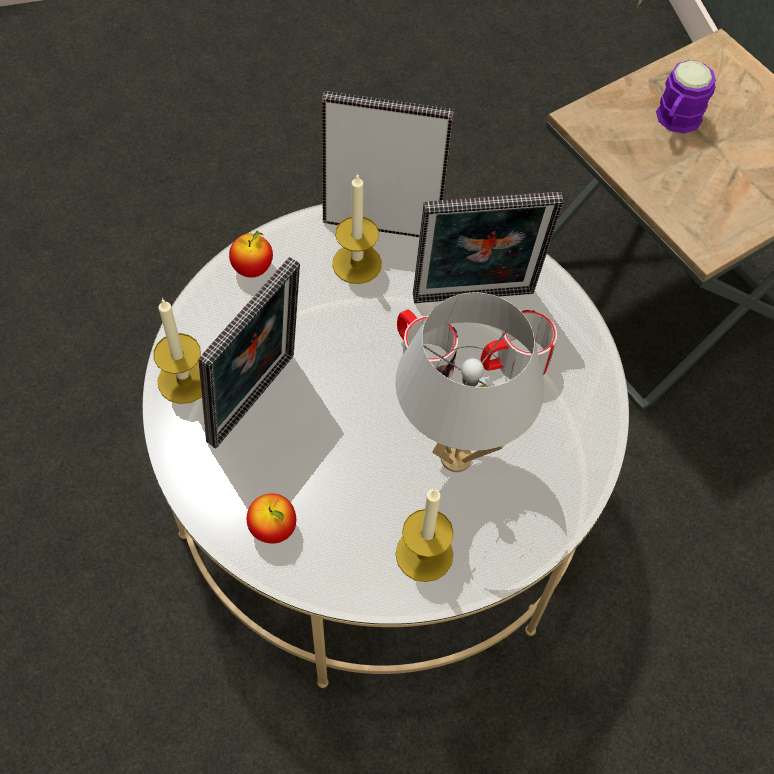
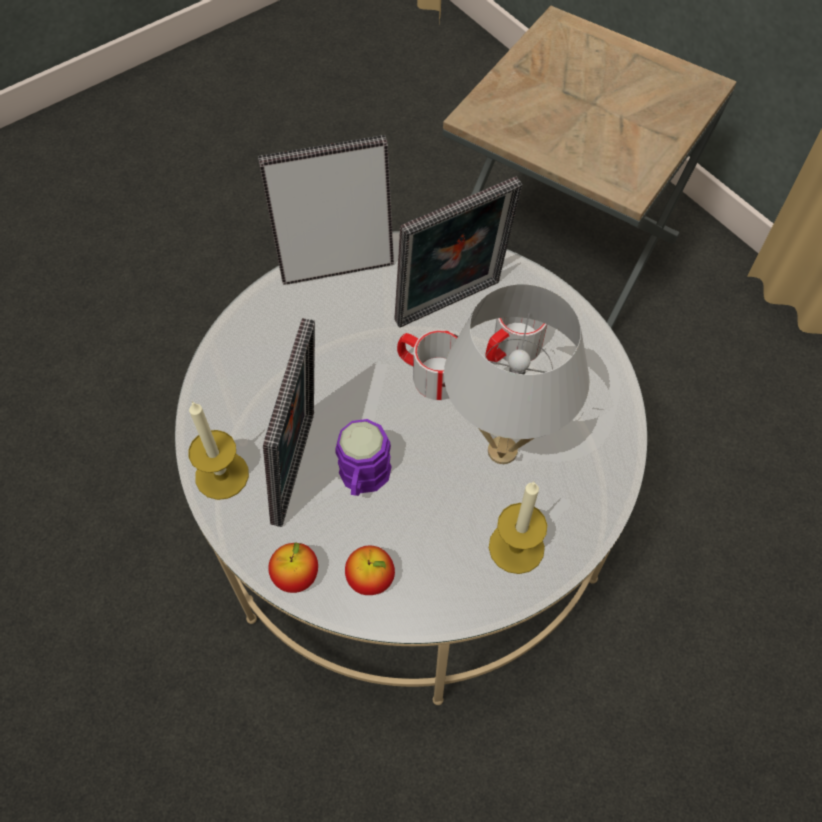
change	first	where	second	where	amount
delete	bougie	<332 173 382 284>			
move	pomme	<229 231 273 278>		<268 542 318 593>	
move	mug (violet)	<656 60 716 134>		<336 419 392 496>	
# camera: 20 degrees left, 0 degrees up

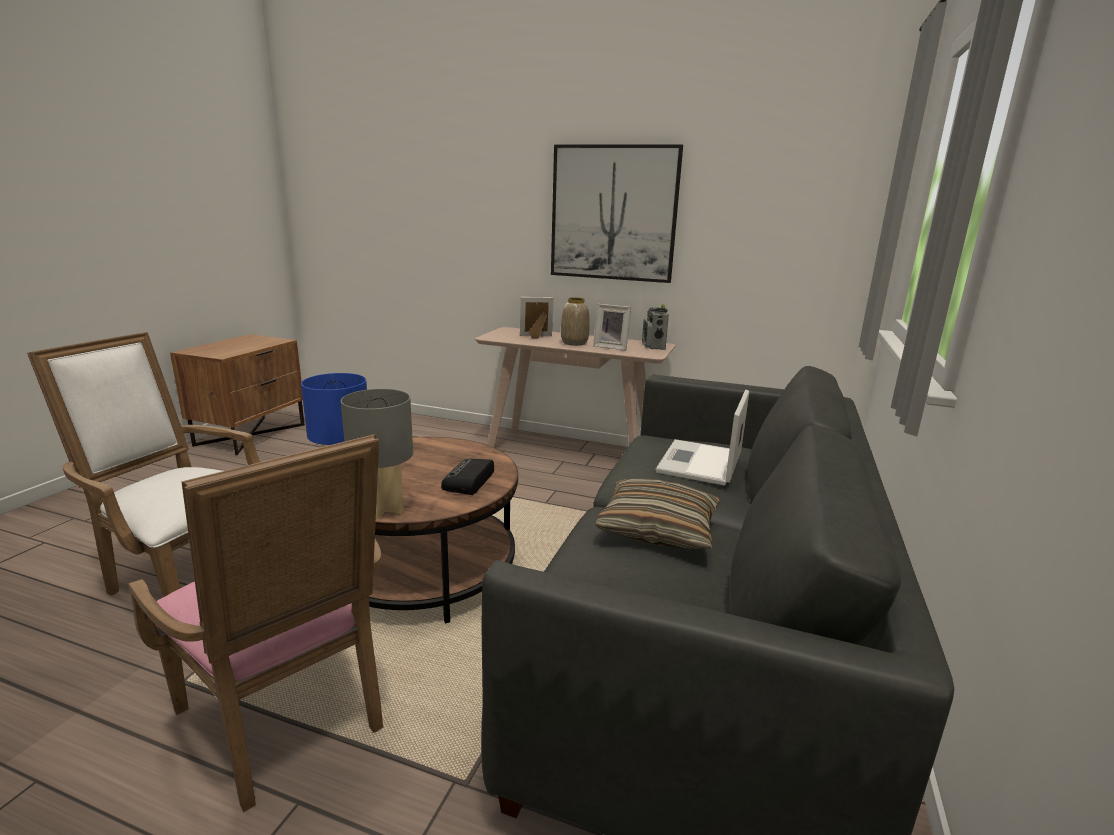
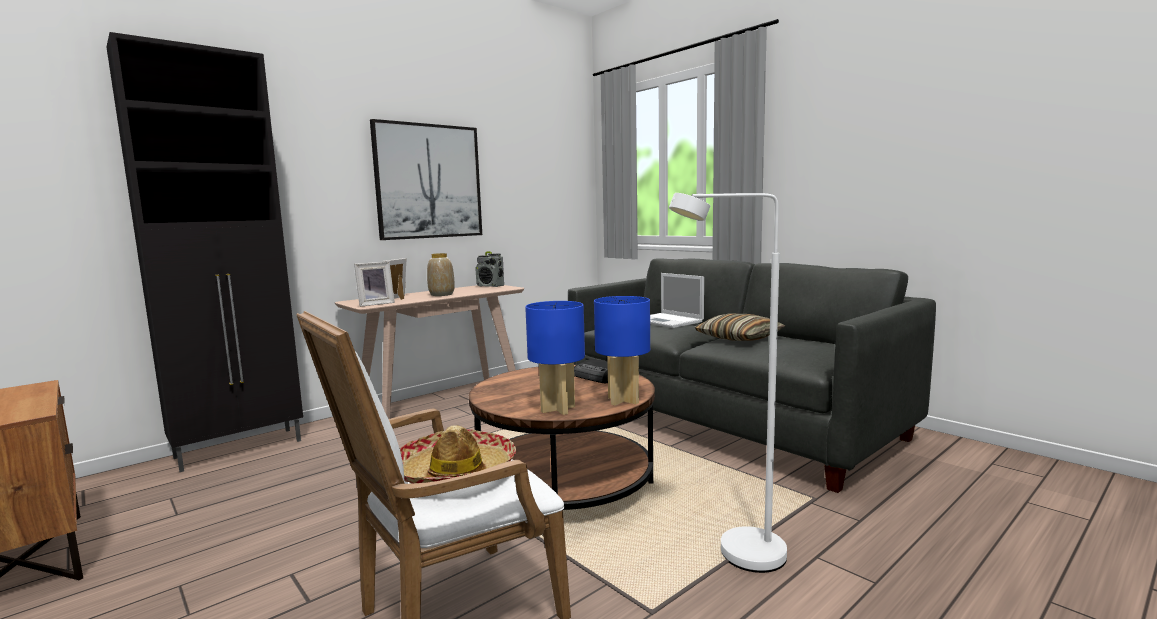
change	first	where	second	where	amount
insert			meuble de rangement (noir)	<106 32 303 472>	
insert			chapeau	<400 425 516 483>	
move	cadre photo	<593 304 631 351>		<354 261 395 307>	
replace	fauteuil (rose)	<128 434 383 812>	lampadaire (blanc)	<669 193 787 573>	
recolor	lampe de table (gris)	<341 389 413 520>	lampe de table (bleu)	<594 296 650 406>	
# camera: 60 degrees left, 10 degrees down

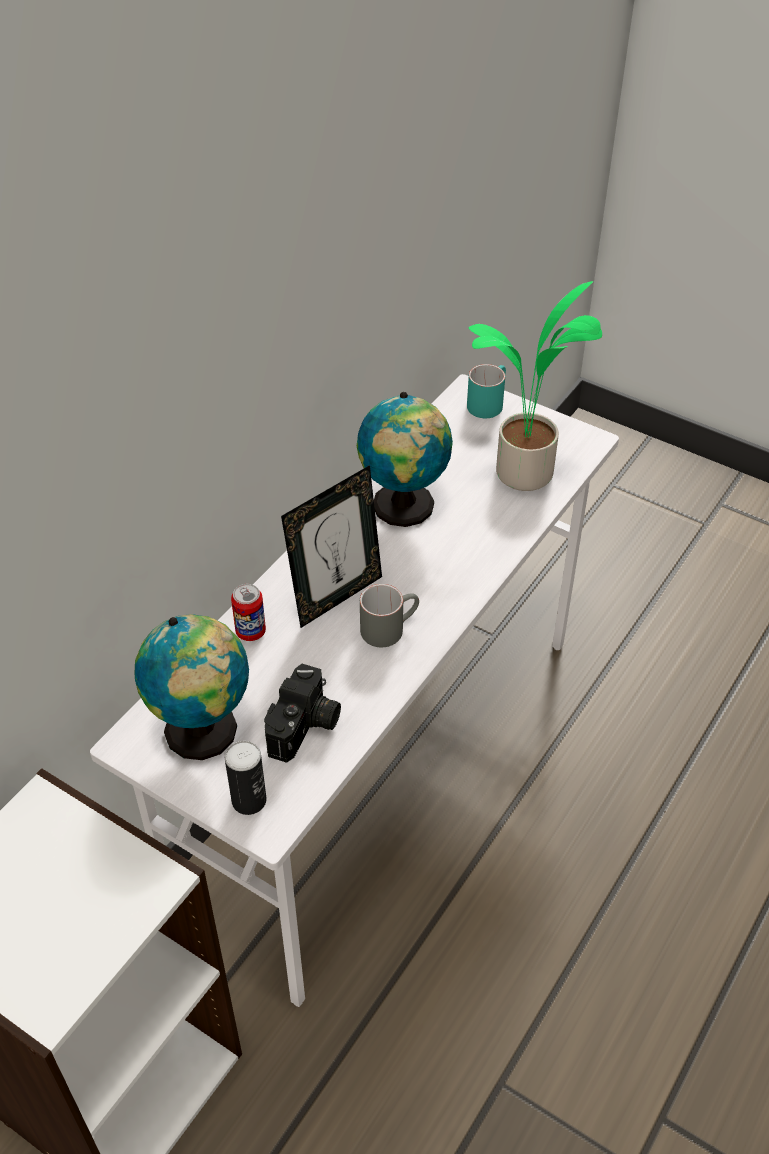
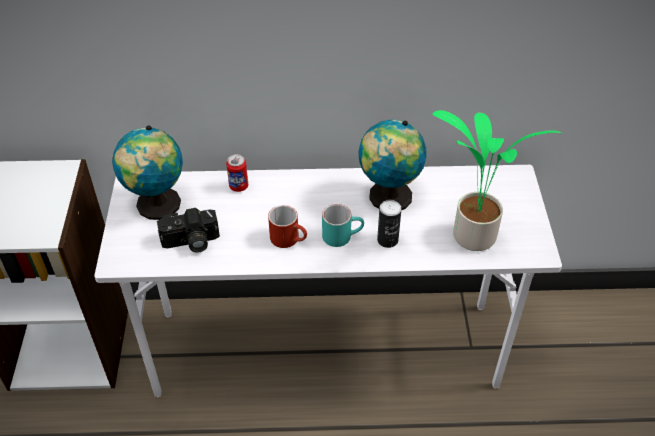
change	first	where	second	where	amount
delete	cadre photo	<281 465 382 628>			
move	boîte métallique	<225 741 267 815>		<377 200 401 248>	
move	mug (turquoise)	<467 364 506 418>		<322 204 364 247>	
recolor	mug (gris)	<360 584 419 647>	mug (rouge)	<268 205 307 248>	
# camera: 55 degrees right, 0 degrees up

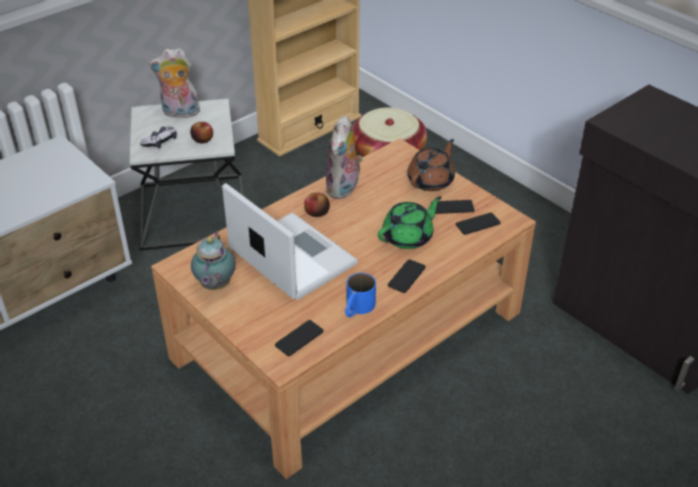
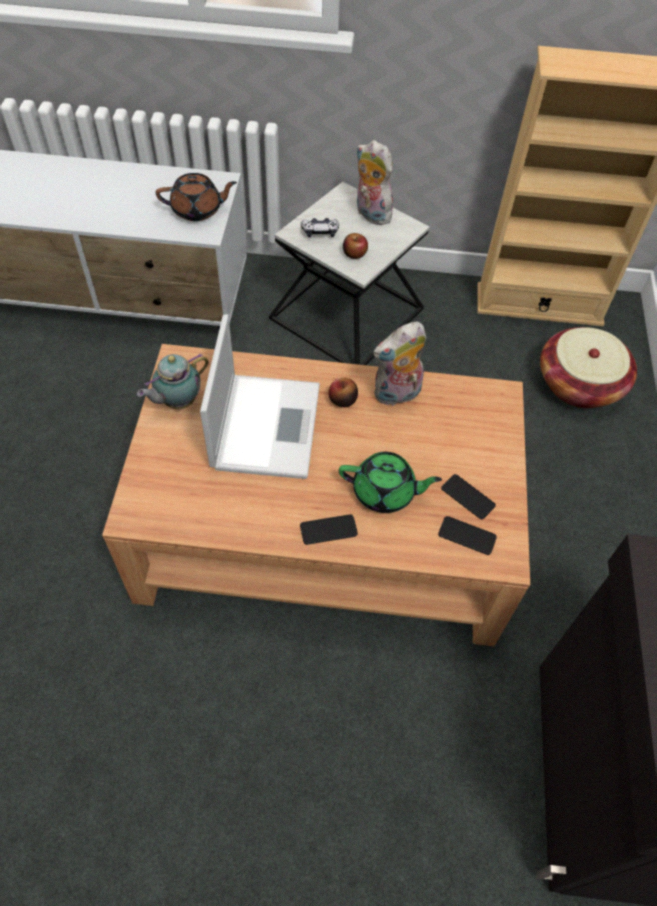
change	first	where	second	where	amount
delete	téléphone	<275 320 324 356>			
delete	mug (bleu)	<345 273 376 317>			
move	théière (marron)	<407 139 455 191>		<156 173 237 221>	
# camera: 45 degrees right, 15 degrees up

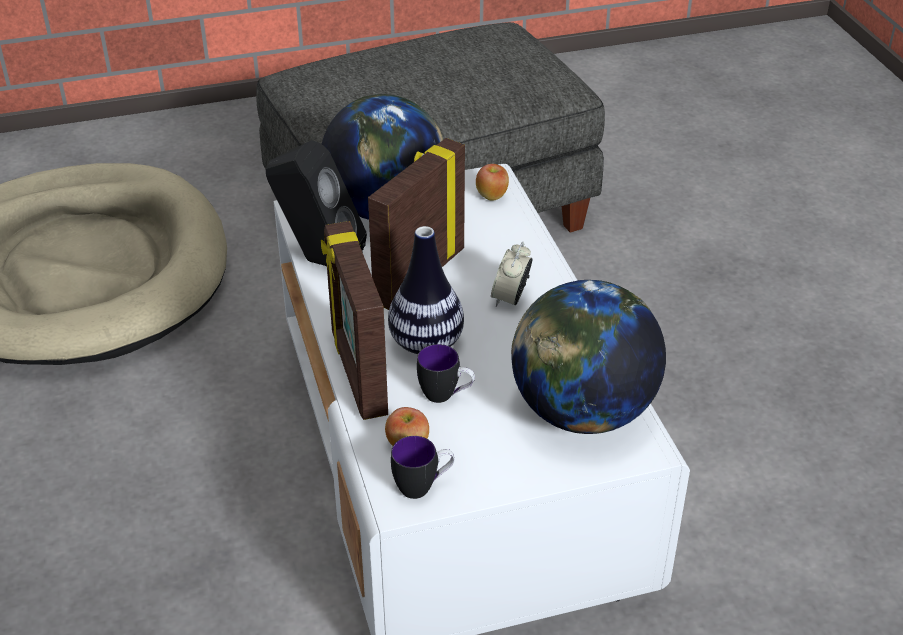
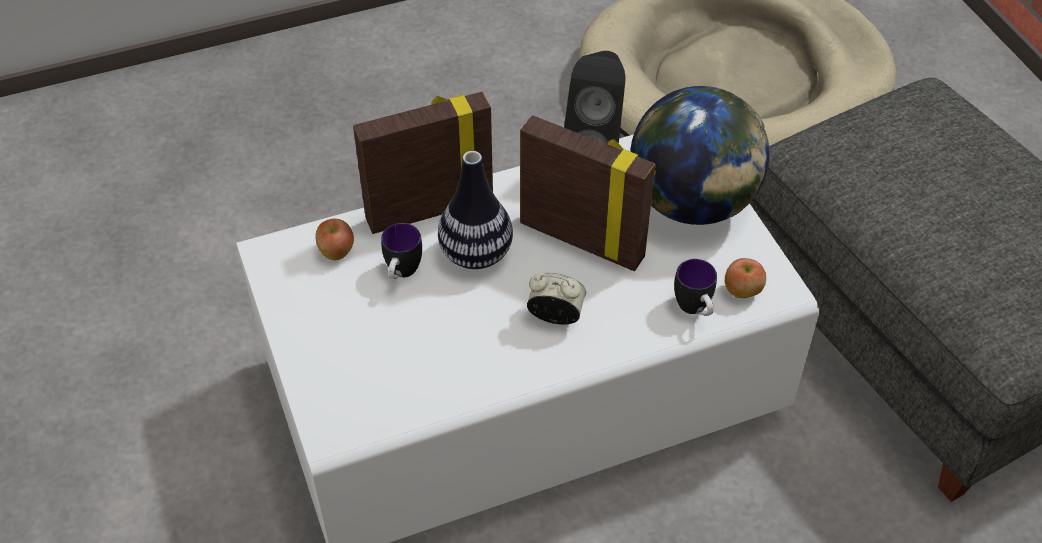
change	first	where	second	where	amount
delete	globe	<511 280 666 434>			
move	mug	<391 436 455 499>		<674 259 717 316>	
# camera: 85 degrees right, 10 degrees up

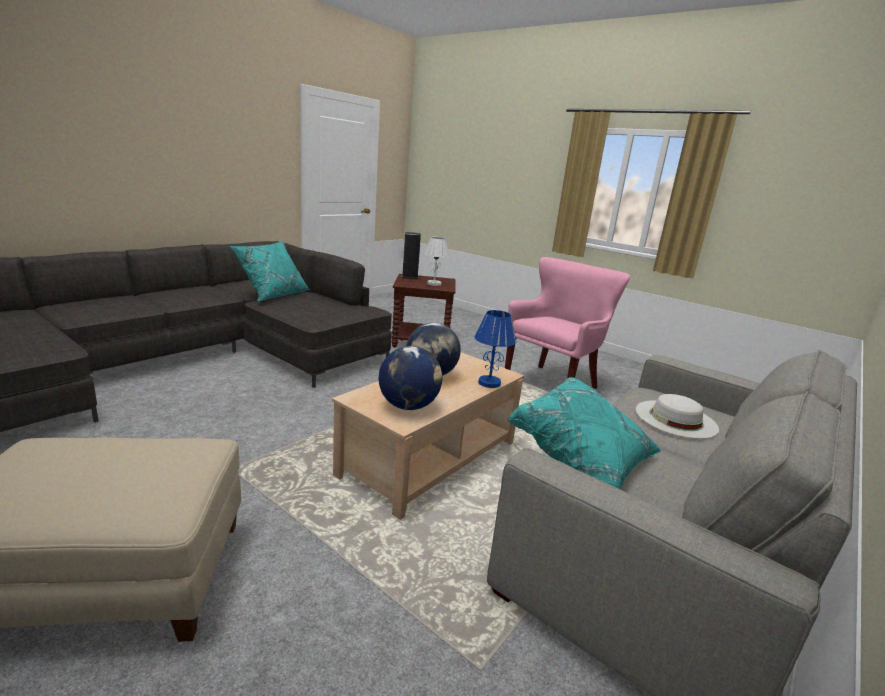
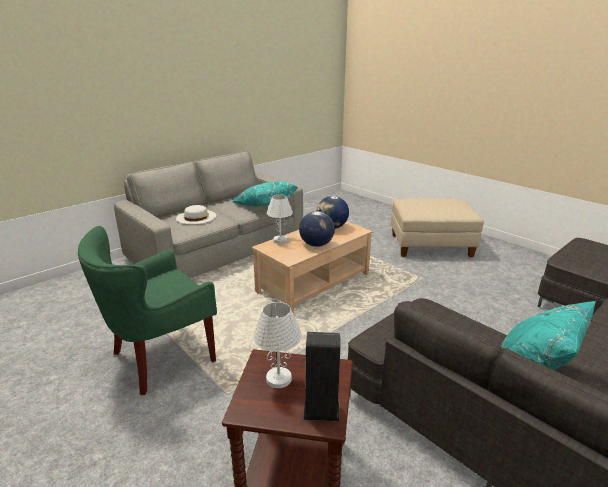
change	first	where	second	where	amount
recolor	lampe de table (bleu)	<475 310 516 388>	lampe de table (blanc)	<267 195 293 243>	
recolor	fauteuil (rose)	<505 257 630 389>	fauteuil (vert)	<78 226 217 395>	
# camera: 170 degrees left, 5 degrees up

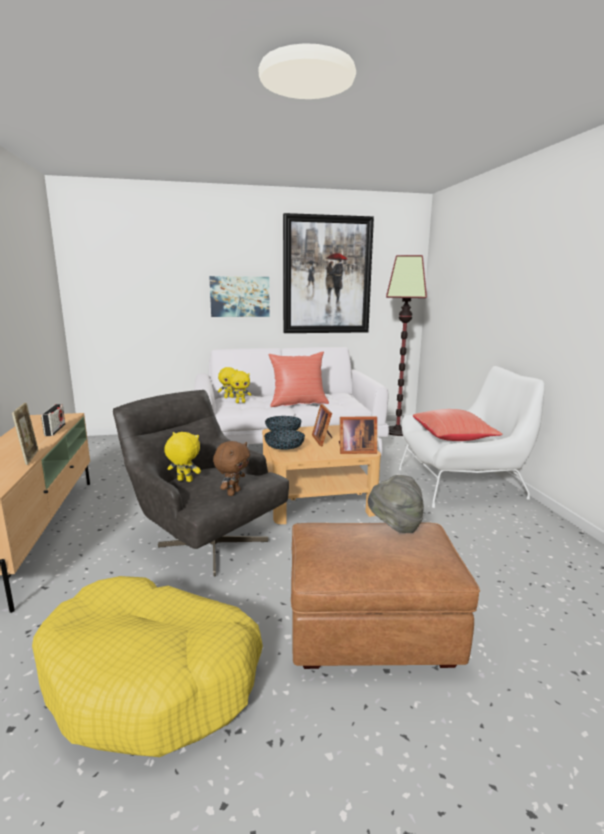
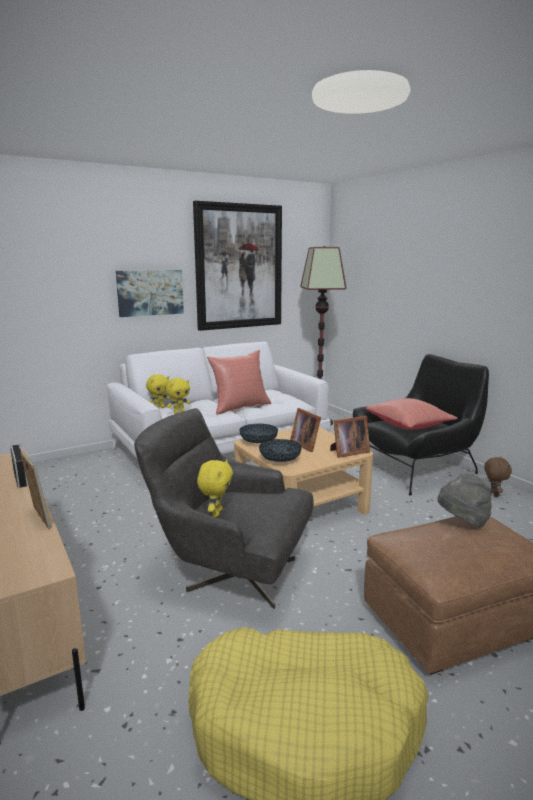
change	first	where	second	where	amount
move	peluche (marron)	<213 441 250 496>		<484 457 512 497>	
recolor	fauteuil (blanc)	<399 366 545 508>	fauteuil (noir)	<353 354 489 496>	
rotate	peluche (jaune)	<164 432 201 482>		<197 460 233 517>	105 degrees clockwise
# camera: 20 degrees left, 0 degrees up

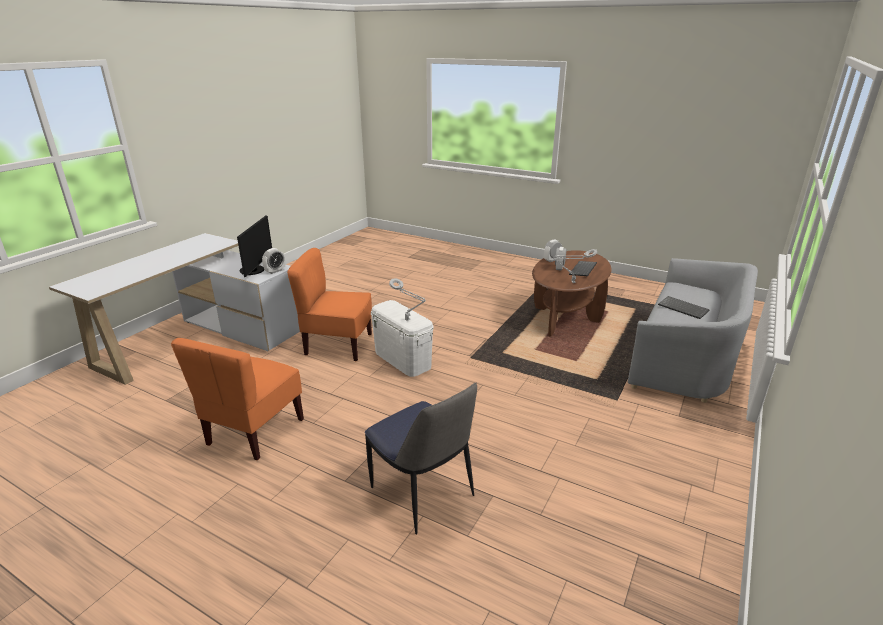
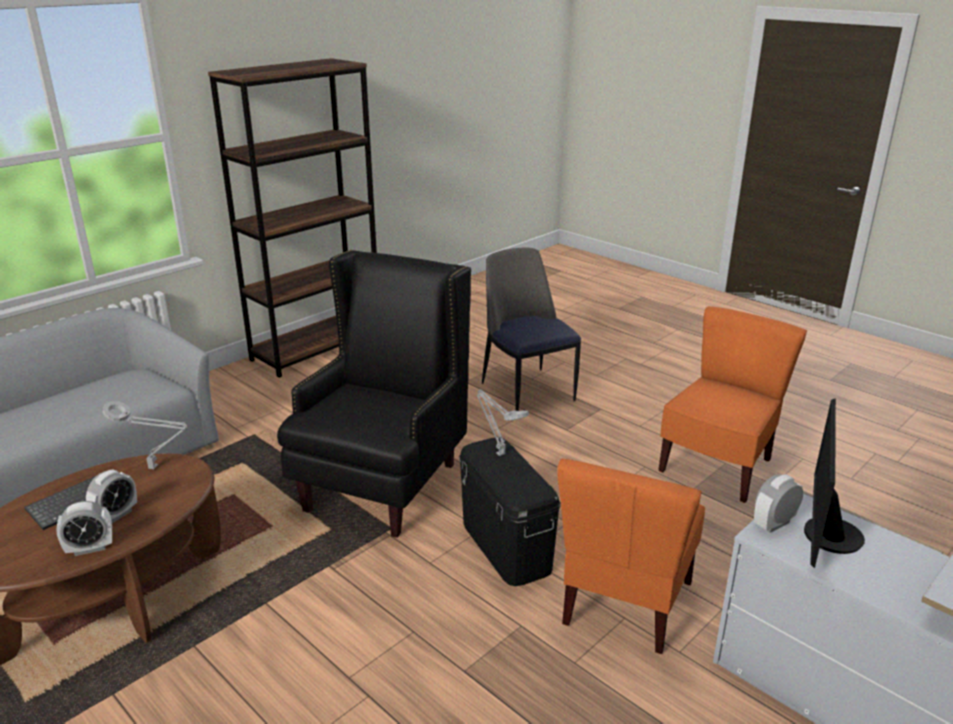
change	first	where	second	where	amount
delete	clavier	<658 296 710 319>			
insert			bibliothèque (marron)	<208 58 377 378>	
insert			fauteuil (noir)	<277 250 471 538>	
recolor	boîte de rangement (blanc)	<371 300 434 377>	boîte de rangement (noir)	<459 437 561 586>	
rotate	chaise (orange)	<287 248 372 361>		<557 459 705 654>	90 degrees clockwise
# camera: 165 degrees left, 0 degrees up

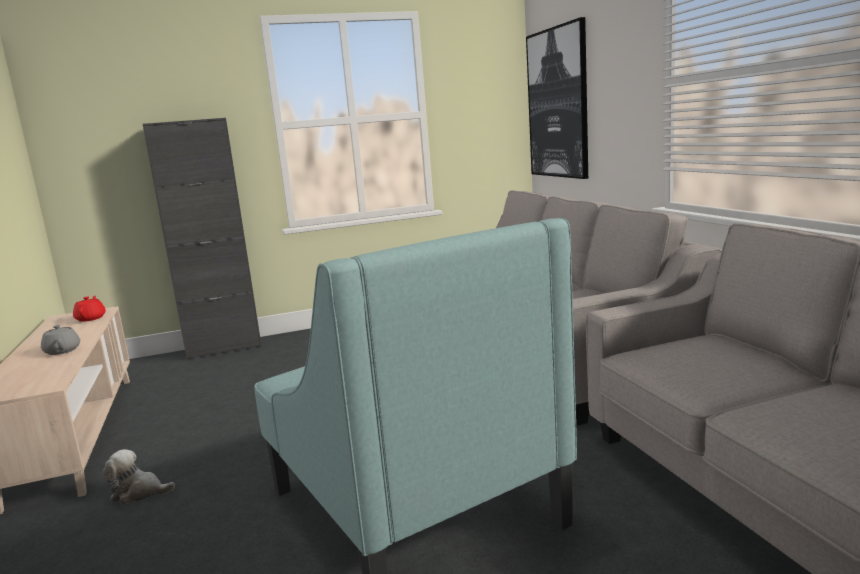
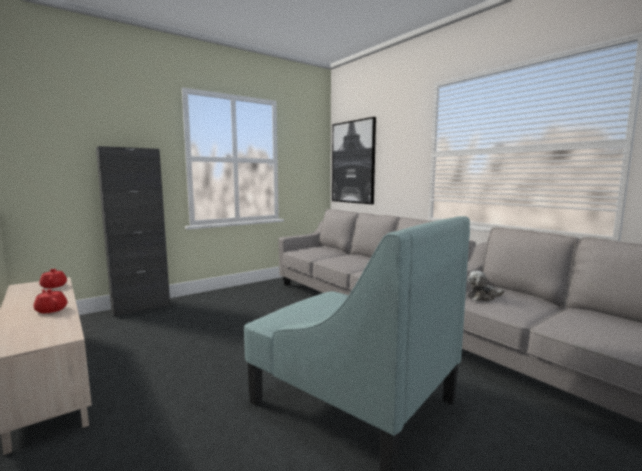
change	first	where	second	where	amount
move	peluche	<103 449 175 504>		<467 271 505 301>	
recolor	théière (gris)	<41 325 80 355>	théière (rouge)	<33 289 68 313>	
# camera: 20 degrees left, 5 degrees down

